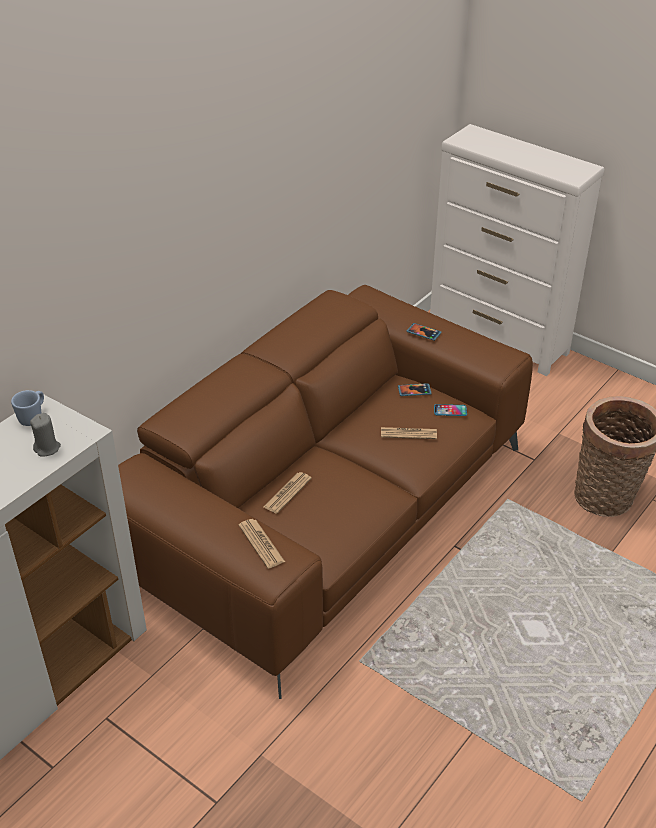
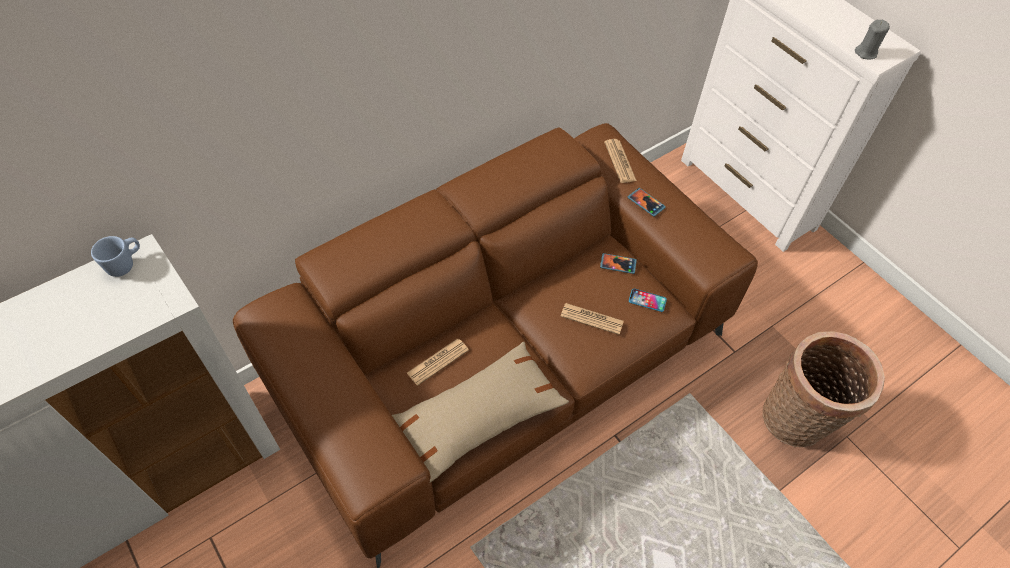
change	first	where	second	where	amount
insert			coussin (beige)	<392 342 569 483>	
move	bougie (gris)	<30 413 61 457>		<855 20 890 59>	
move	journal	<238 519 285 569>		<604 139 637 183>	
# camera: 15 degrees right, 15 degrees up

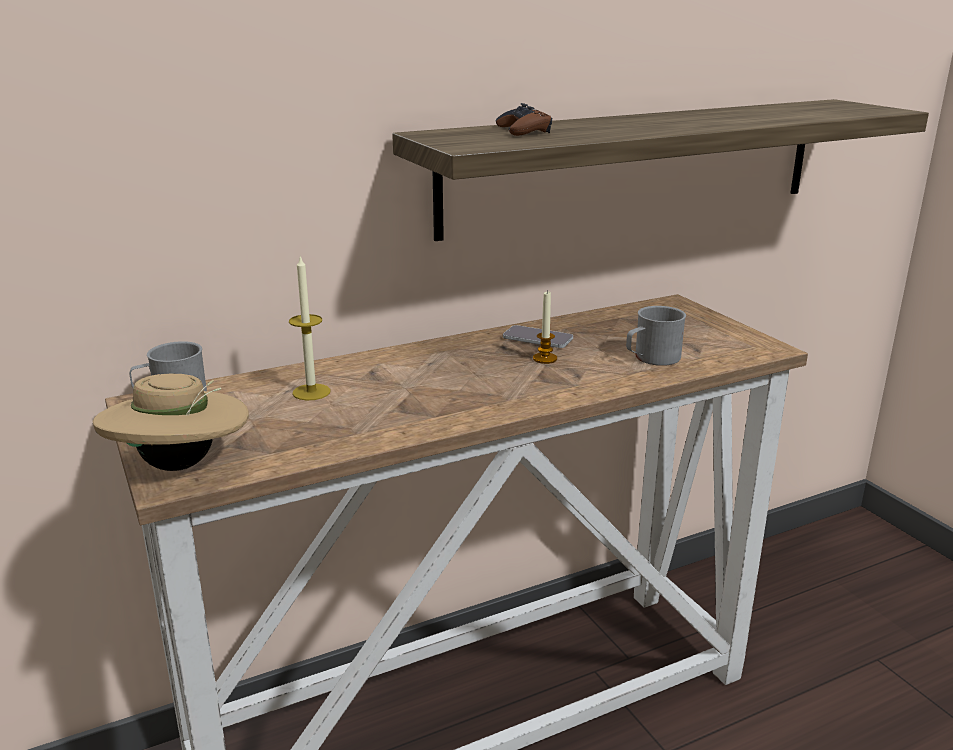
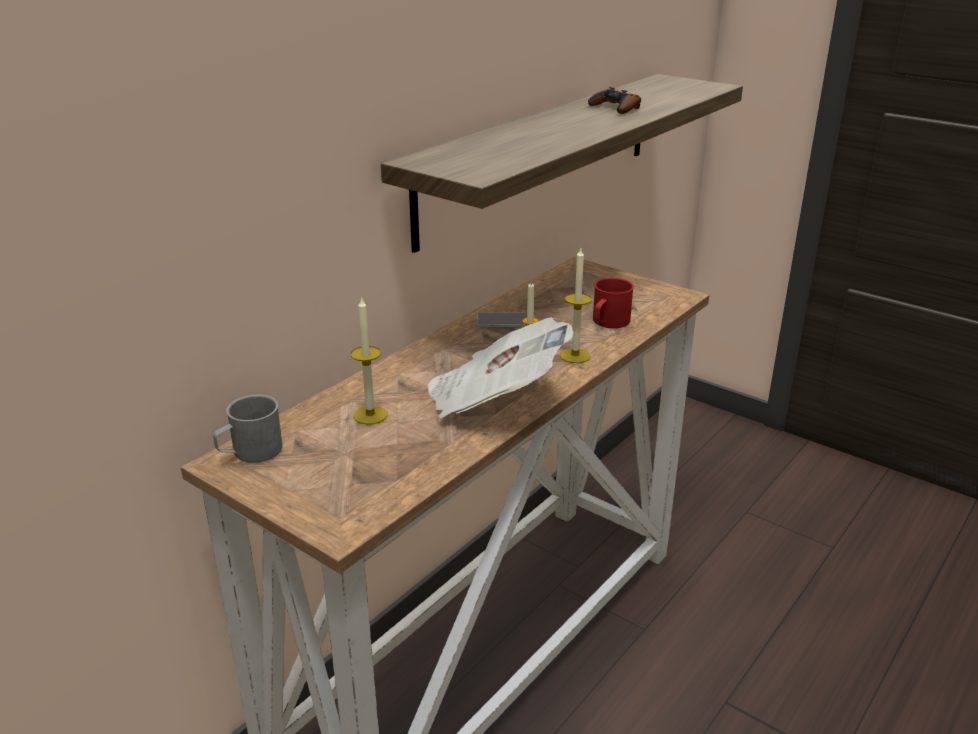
change	first	where	second	where	amount
delete	chapeau (beige)	<93 373 249 471>			
insert			journal	<427 317 574 418>	
insert			bougie	<560 249 592 363>	
move	manette (marron)	<496 103 552 136>		<588 87 641 114>	
recolor	mug (gris)	<626 306 686 366>	mug (rouge)	<593 277 634 328>	
# camera: 25 degrees left, 5 degrees up

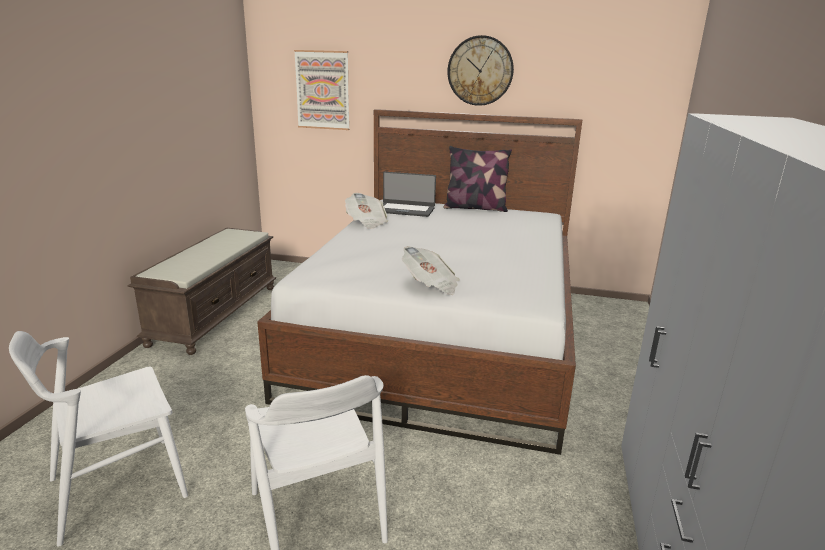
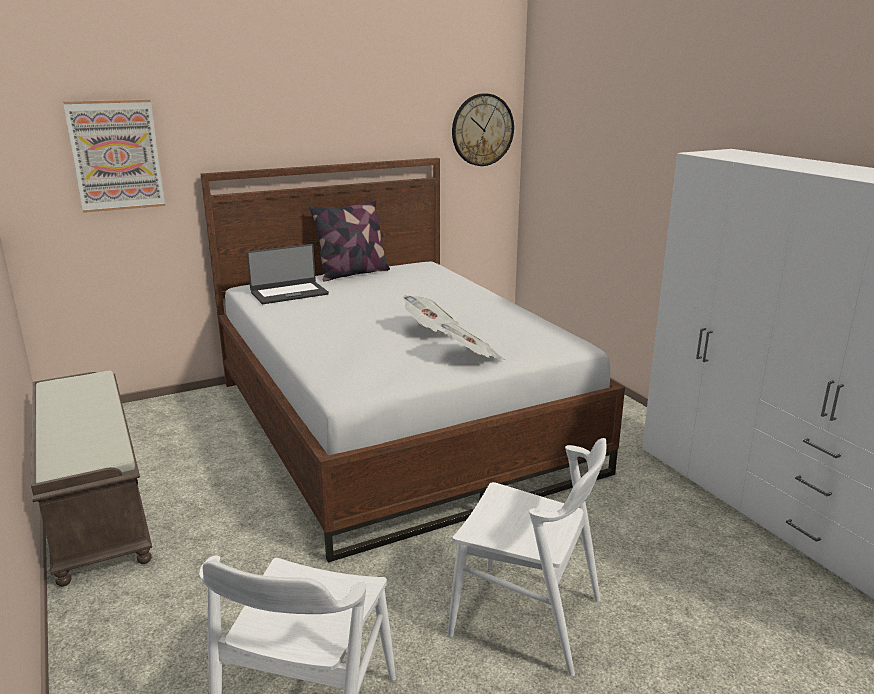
change	first	where	second	where	amount
move	journal	<345 193 388 229>		<403 295 459 336>	
move	horloge murale	<447 35 514 106>		<452 93 514 166>	
# camera: 40 degrees left, 0 degrees up

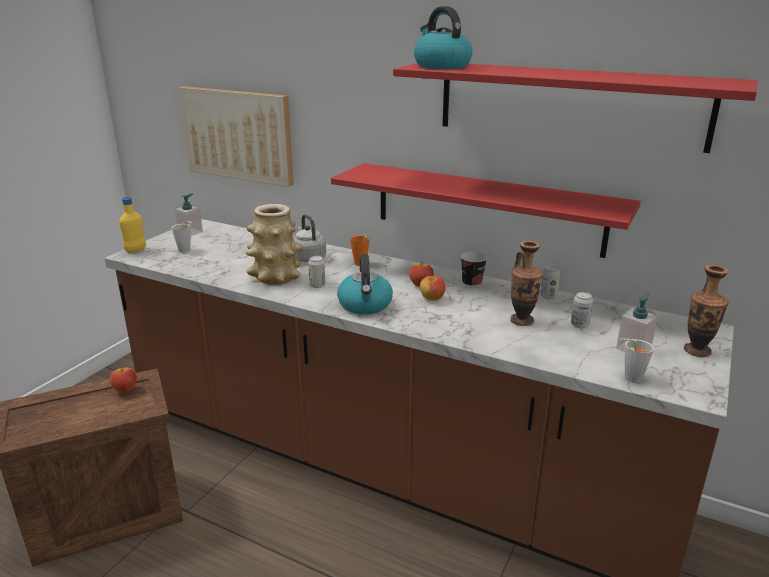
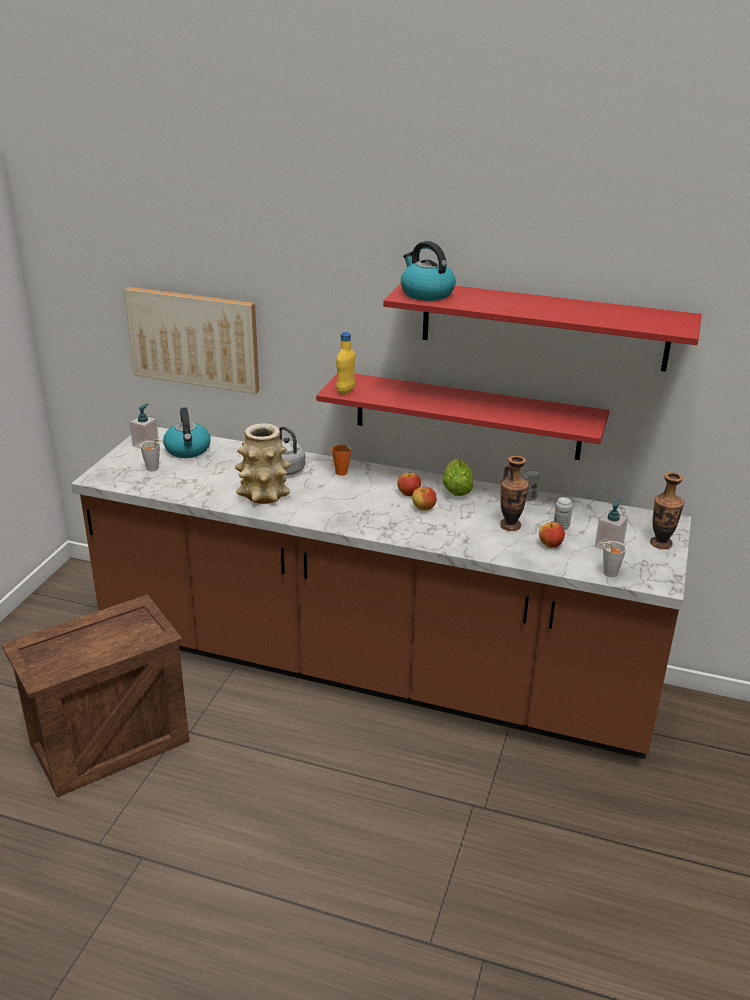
change	first	where	second	where	amount
delete	boîte métallique	<308 256 325 288>			
move	pomme	<110 367 137 392>		<539 522 565 548>	
move	bouteille (jaune)	<119 197 146 253>		<336 332 355 394>	
move	bouilloire	<337 254 393 315>		<163 407 211 458>	
replace	tasse	<460 251 487 287>	laitue	<443 459 473 496>	
# camera: 10 degrees left, 5 degrees up

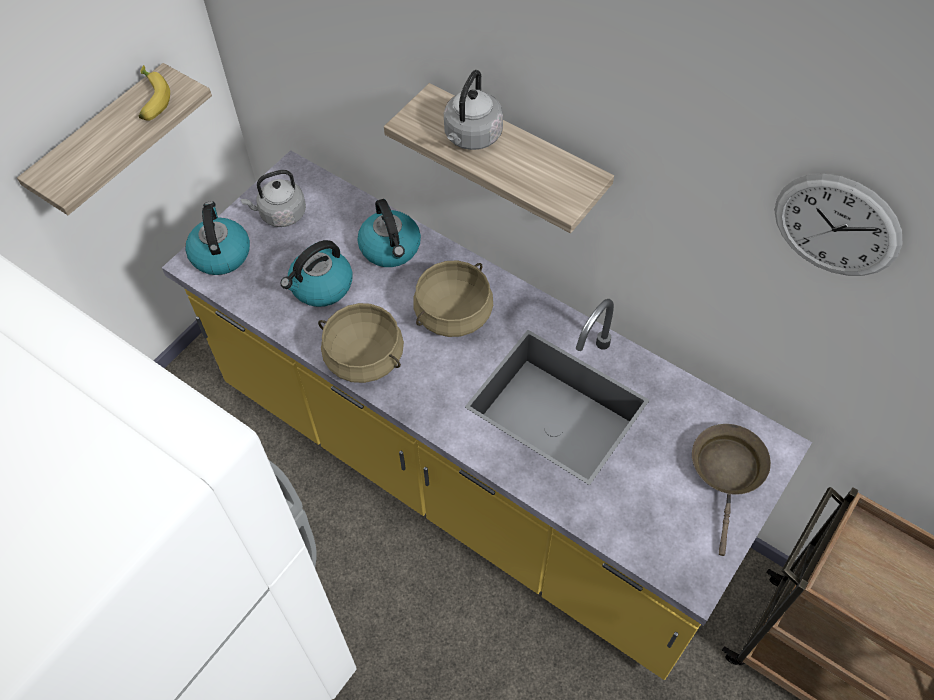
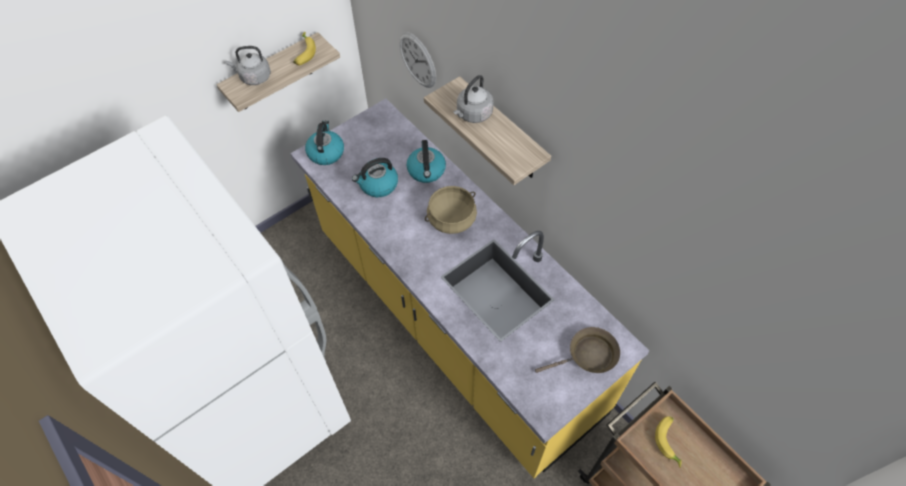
change	first	where	second	where	amount
delete	marmite (beige)	<318 303 404 383>			
insert			banane	<655 416 681 468>	
move	bouilloire (gris)	<241 170 306 227>		<226 46 271 85>	
move	horloge murale	<774 174 902 276>		<399 32 436 88>	
rotate	poêle (marron)	<692 424 771 556>		<535 327 620 373>	45 degrees clockwise
# camera: 15 degrees right, 0 degrees up

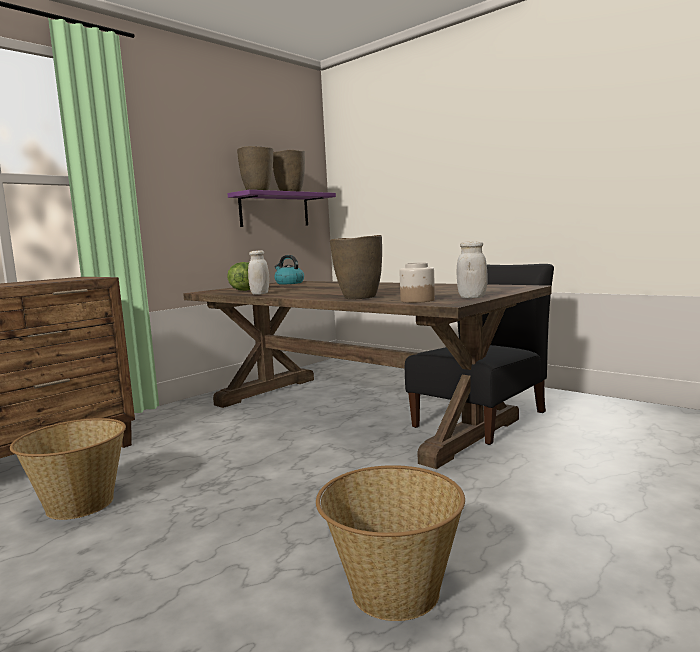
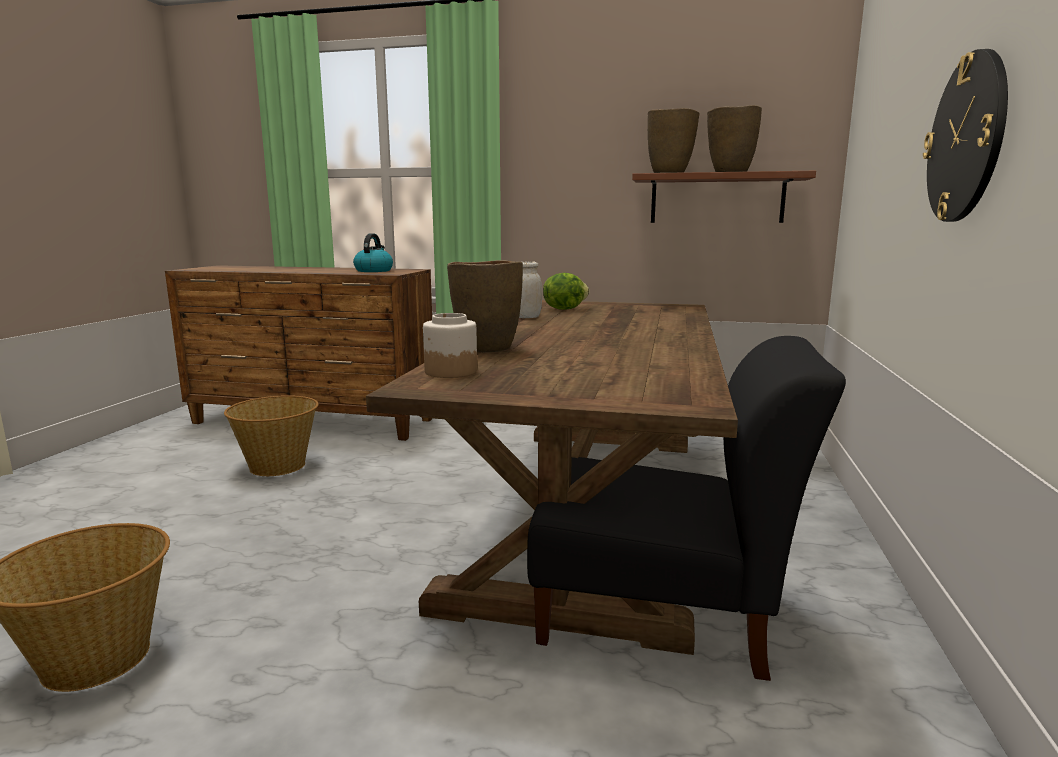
change	first	where	second	where	amount
delete	bocal (blanc)	<457 241 488 298>			
insert			horloge murale	<923 49 1008 222>	
move	bouilloire	<274 255 304 284>		<353 233 393 272>	
recolor	étagère (violet)	<227 190 336 227>	étagère (marron)	<632 171 816 223>	
# camera: 60 degrees right, 5 degrees up

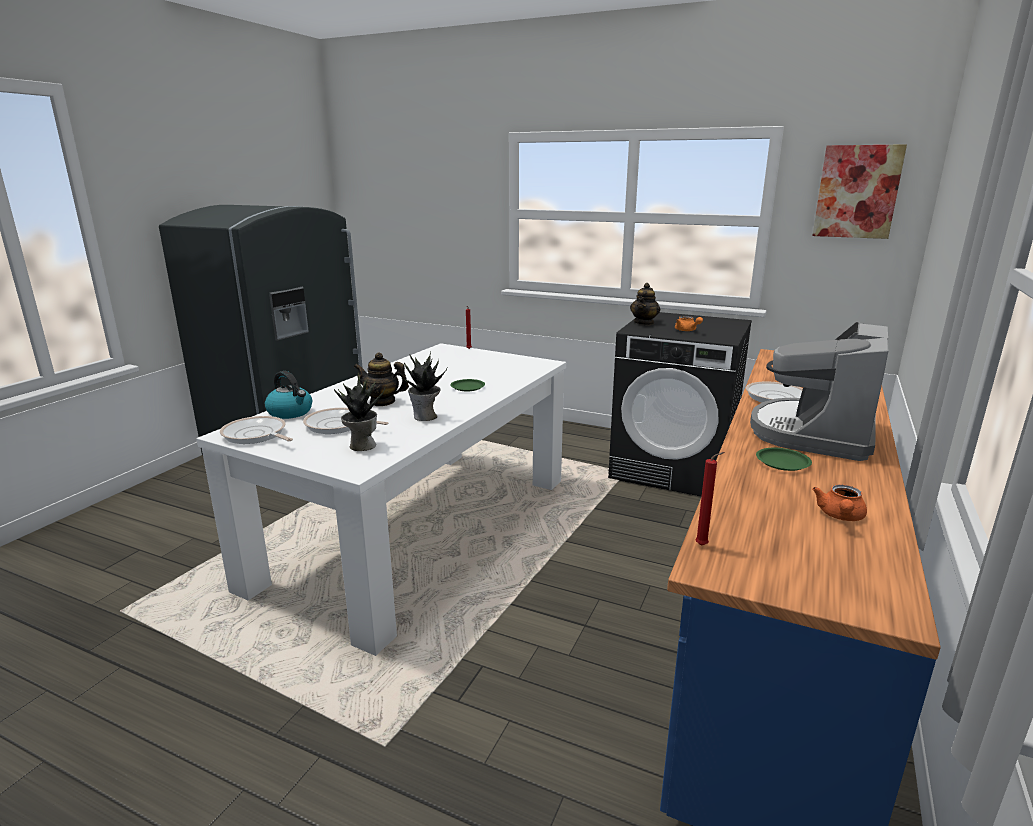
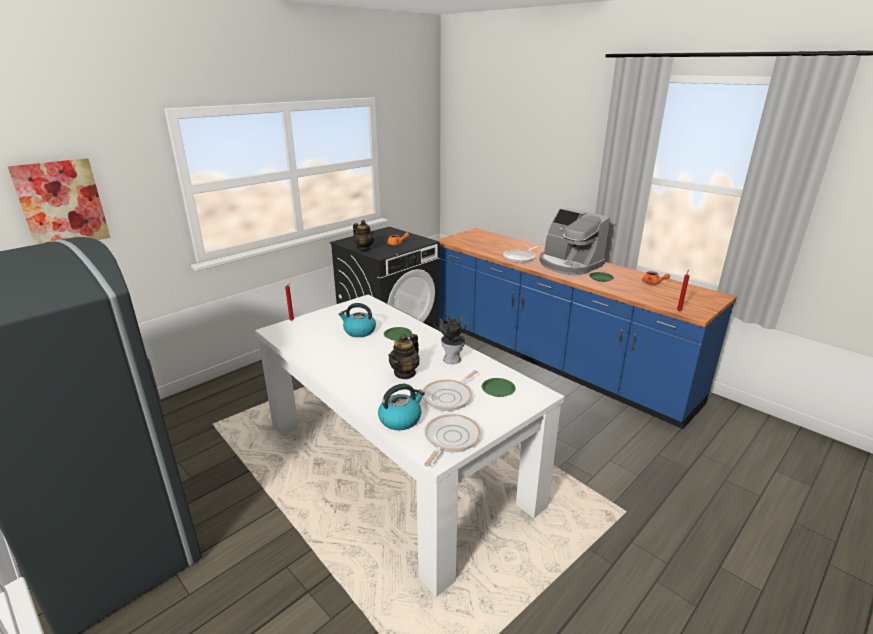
change	first	where	second	where	amount
insert			bouilloire	<339 303 376 337>	
move	tableau	<812 144 907 239>		<7 158 111 245>	
replace	plante en pot	<334 373 386 451>	assiette (vert)	<482 378 515 397>	
rotate	poêle	<220 416 293 444>		<424 414 481 466>	150 degrees clockwise
# camera: 70 degrees left, 5 degrees up

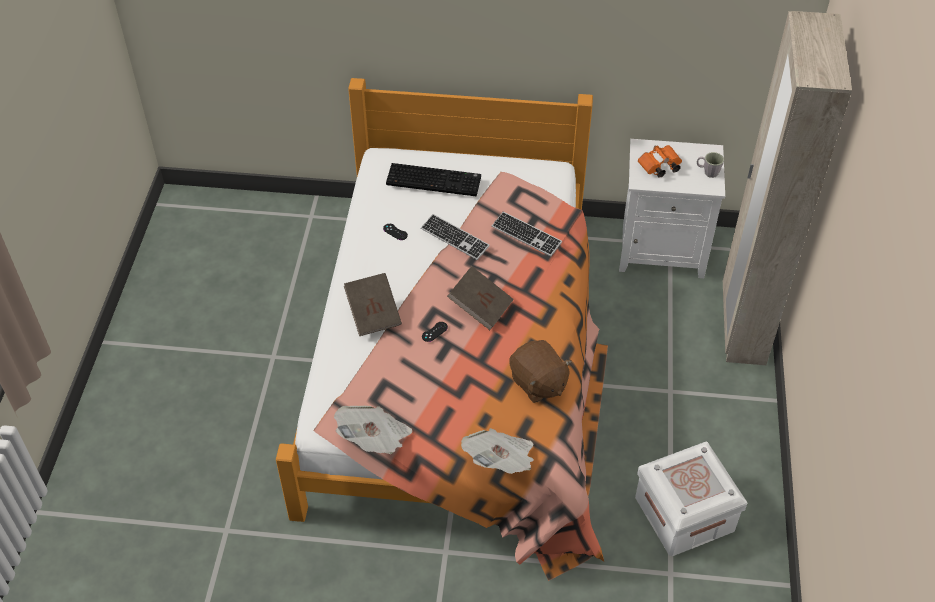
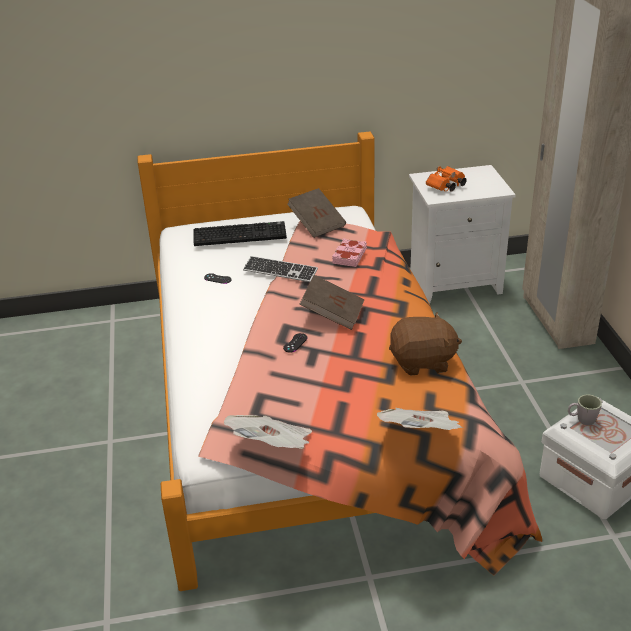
change	first	where	second	where	amount
move	livre (marron)	<344 273 402 336>		<287 188 346 238>	
move	mug (gris)	<697 152 724 178>		<568 394 602 425>	
replace	clavier	<492 212 562 256>	livre (rose)	<332 238 367 267>	
rotate	peluche (marron)	<509 340 572 403>		<389 312 462 376>	45 degrees counterclockwise
# camera: 15 degrees left, 15 degrees down

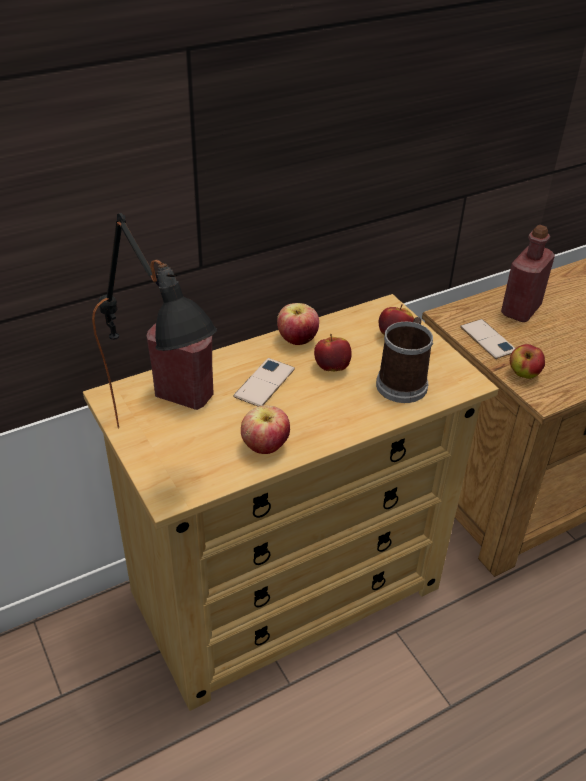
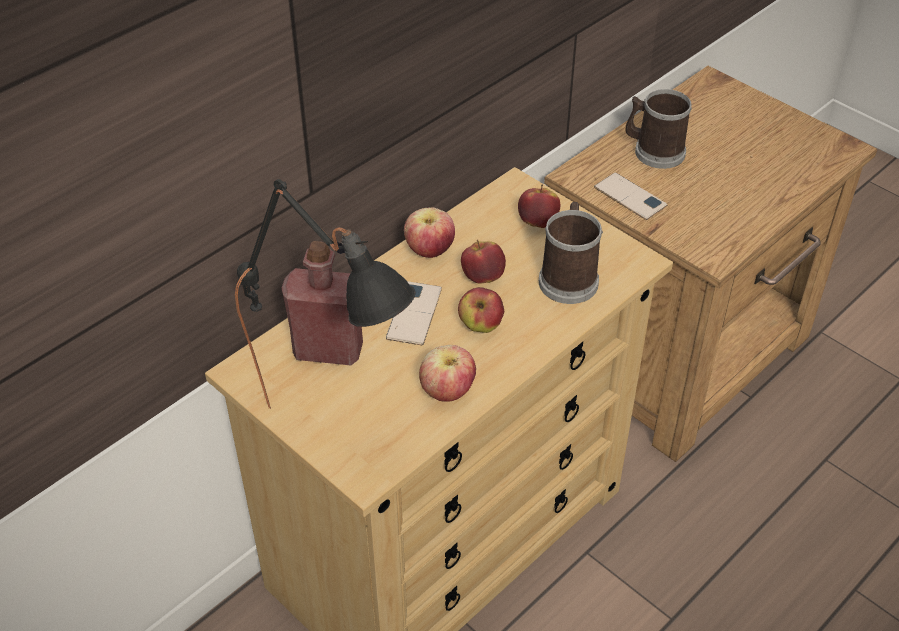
change	first	where	second	where	amount
move	pomme	<510 344 545 379>		<458 287 504 333>	
replace	bouteille (rouge)	<501 225 555 322>	mug	<625 89 692 169>	
# camera: 15 degrees left, 5 degrees up

